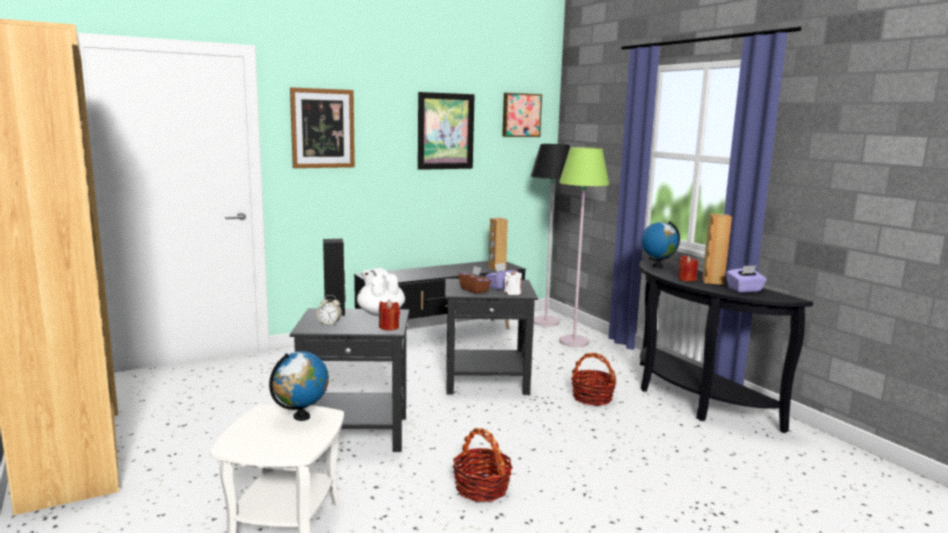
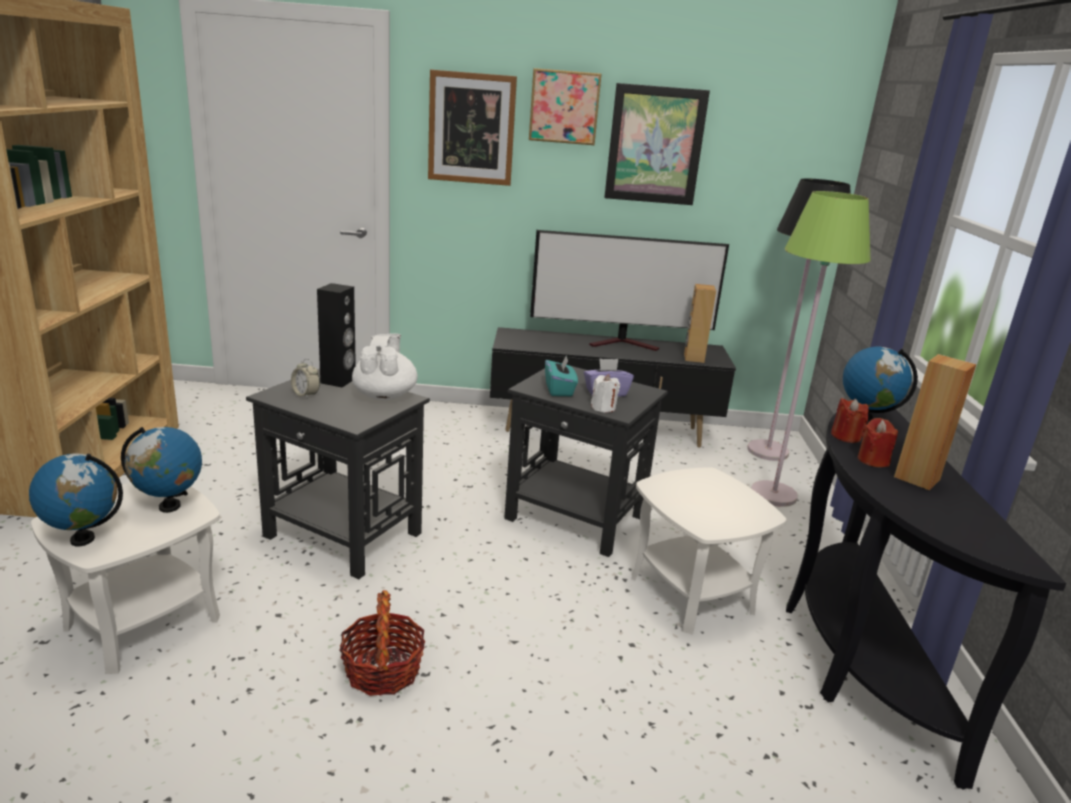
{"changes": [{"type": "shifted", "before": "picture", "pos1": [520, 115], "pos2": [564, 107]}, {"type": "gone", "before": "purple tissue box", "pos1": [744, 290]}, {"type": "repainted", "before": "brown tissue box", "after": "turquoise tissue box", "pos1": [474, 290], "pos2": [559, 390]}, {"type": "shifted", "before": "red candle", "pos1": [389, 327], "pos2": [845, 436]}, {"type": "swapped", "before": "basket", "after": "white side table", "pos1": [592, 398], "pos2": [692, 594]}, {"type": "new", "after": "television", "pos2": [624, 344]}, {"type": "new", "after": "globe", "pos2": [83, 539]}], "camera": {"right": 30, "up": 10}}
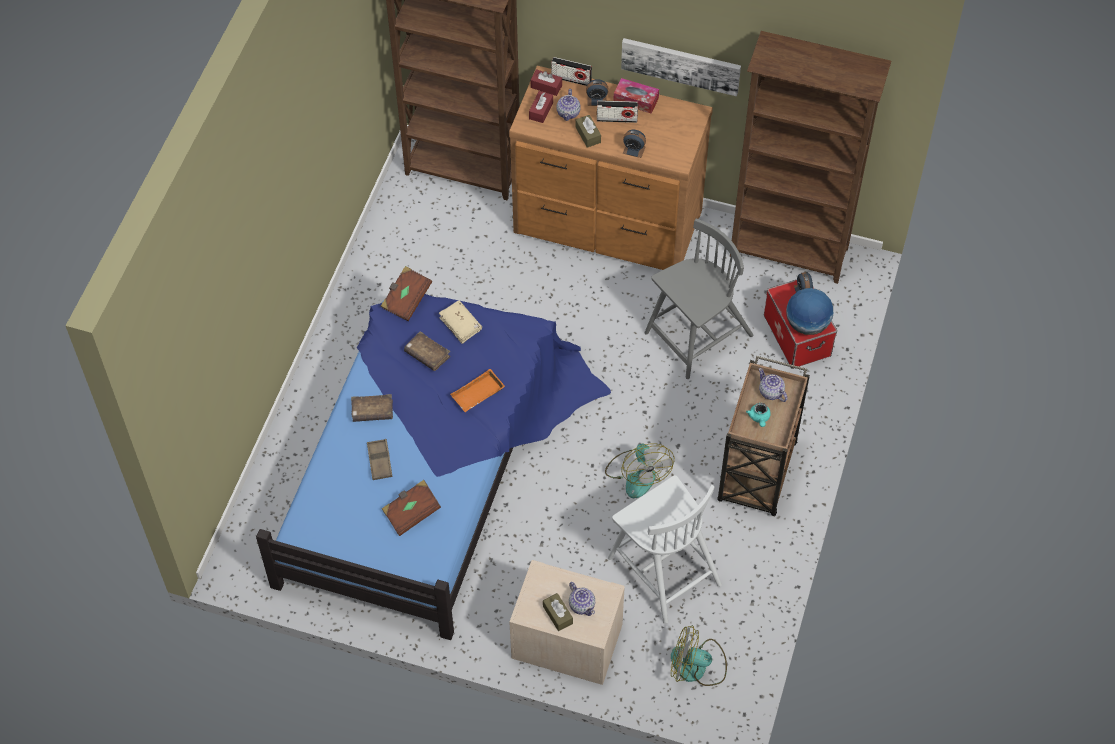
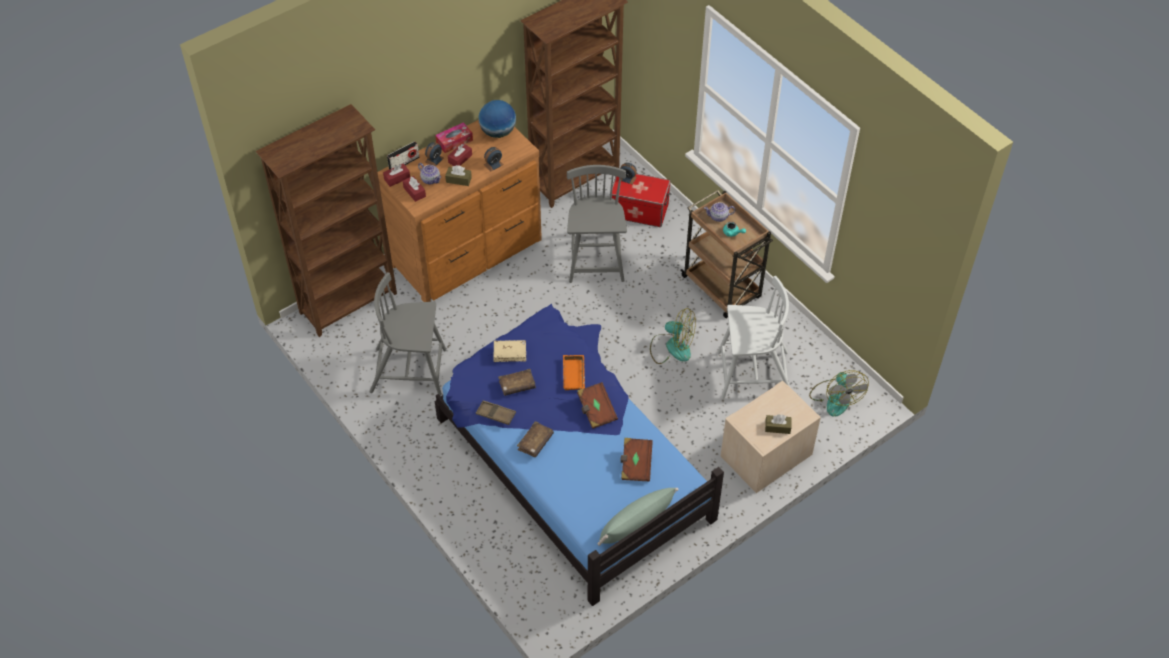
{"changes": [{"type": "gone", "before": "picture", "pos1": [681, 65]}, {"type": "swapped", "before": "radio", "after": "red tissue box", "pos1": [617, 119], "pos2": [460, 159]}, {"type": "shifted", "before": "brown book", "pos1": [406, 299], "pos2": [596, 411]}, {"type": "shifted", "before": "globe", "pos1": [807, 324], "pos2": [498, 132]}, {"type": "shifted", "before": "brown tray", "pos1": [379, 461], "pos2": [496, 414]}, {"type": "gone", "before": "teapot", "pos1": [582, 605]}, {"type": "rotated", "before": "fan", "pos1": [697, 666], "pos2": [835, 397], "turn": -60}, {"type": "new", "after": "grey chair", "pos2": [410, 371]}, {"type": "new", "after": "green pillow", "pos2": [635, 524]}], "camera": {"right": -55, "up": -5}}
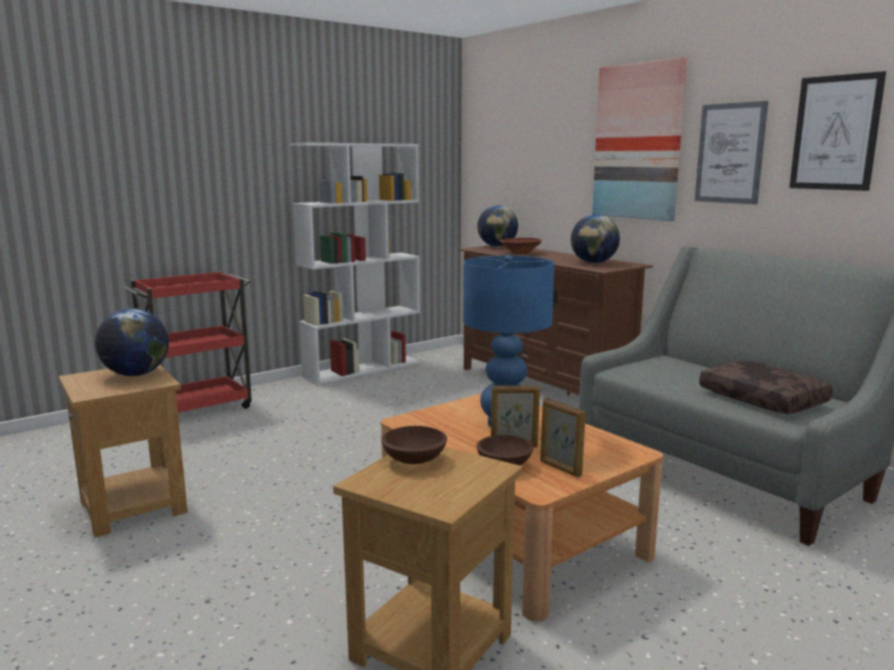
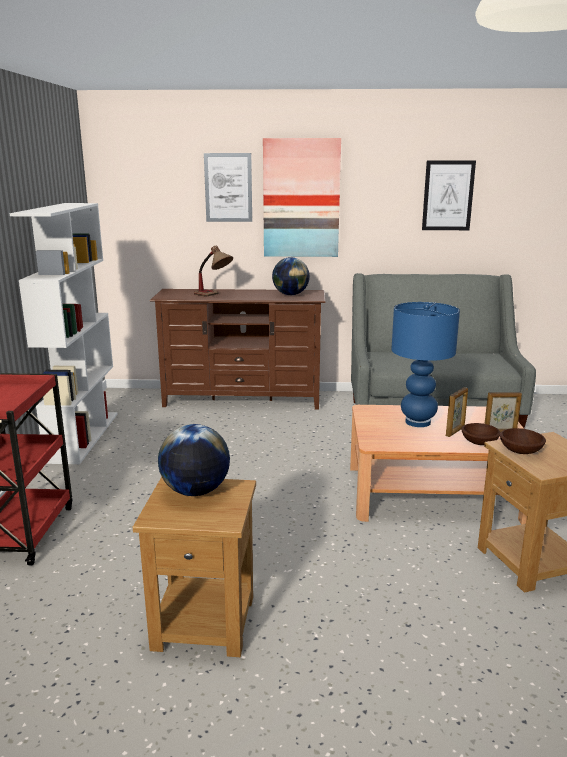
{"changes": [{"type": "shifted", "before": "picture", "pos1": [730, 153], "pos2": [228, 187]}, {"type": "gone", "before": "globe", "pos1": [497, 246]}, {"type": "swapped", "before": "brown bowl", "after": "table lamp", "pos1": [520, 253], "pos2": [214, 295]}, {"type": "gone", "before": "brown pillow", "pos1": [764, 399]}], "camera": {"right": -50, "up": 5}}
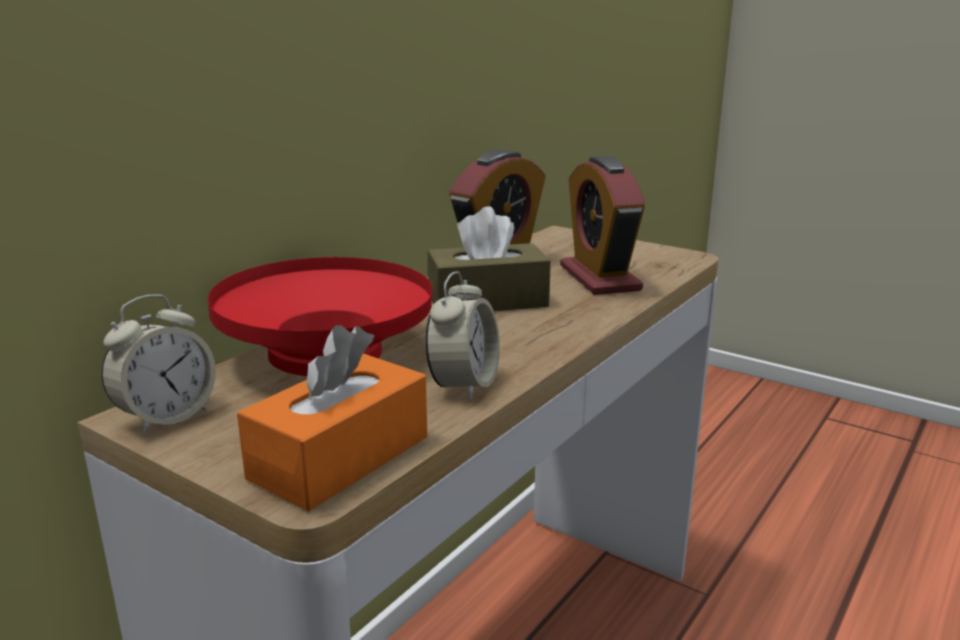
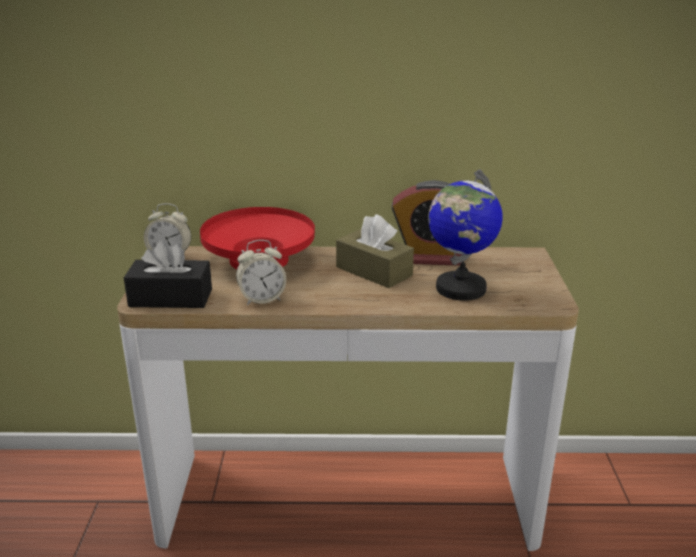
{"changes": [{"type": "swapped", "before": "alarm clock", "after": "globe", "pos1": [599, 278], "pos2": [460, 288]}, {"type": "repainted", "before": "orange tissue box", "after": "black tissue box", "pos1": [340, 457], "pos2": [171, 298]}], "camera": {"right": 55, "up": 5}}
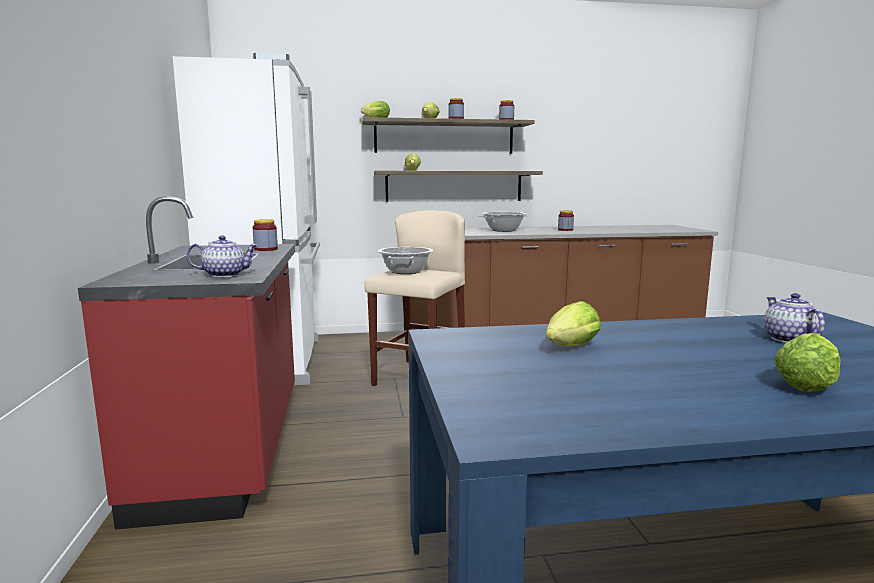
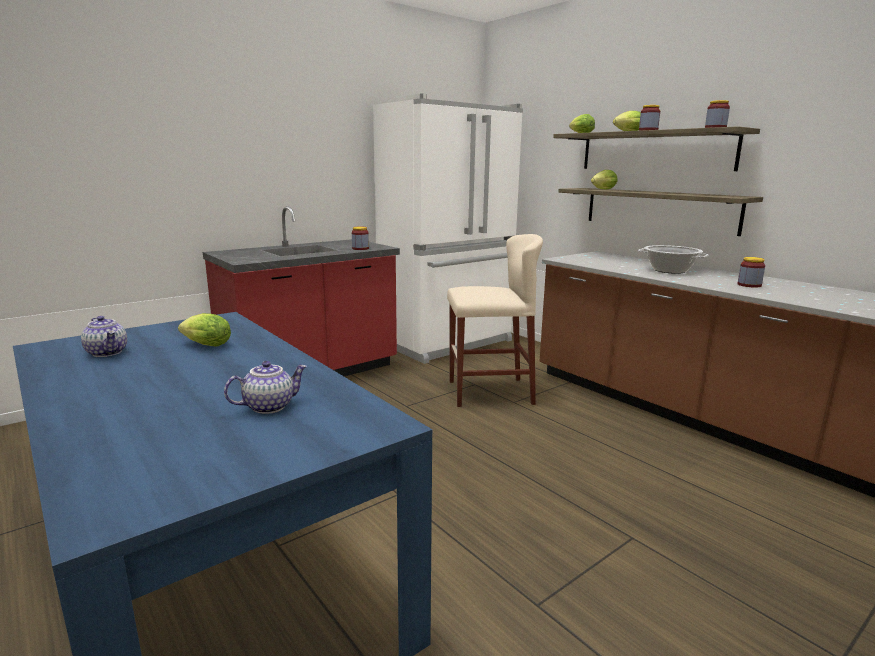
{"changes": [{"type": "shifted", "before": "teapot", "pos1": [225, 275], "pos2": [107, 352]}, {"type": "gone", "before": "cooking pot", "pos1": [406, 271]}, {"type": "gone", "before": "lettuce", "pos1": [807, 384]}], "camera": {"right": 60, "up": 5}}
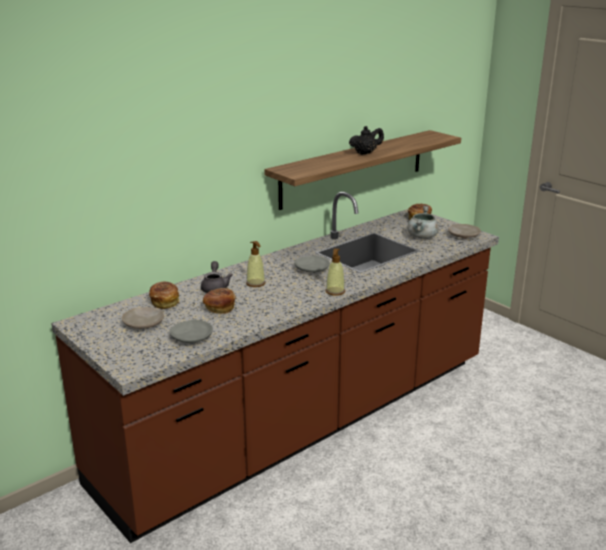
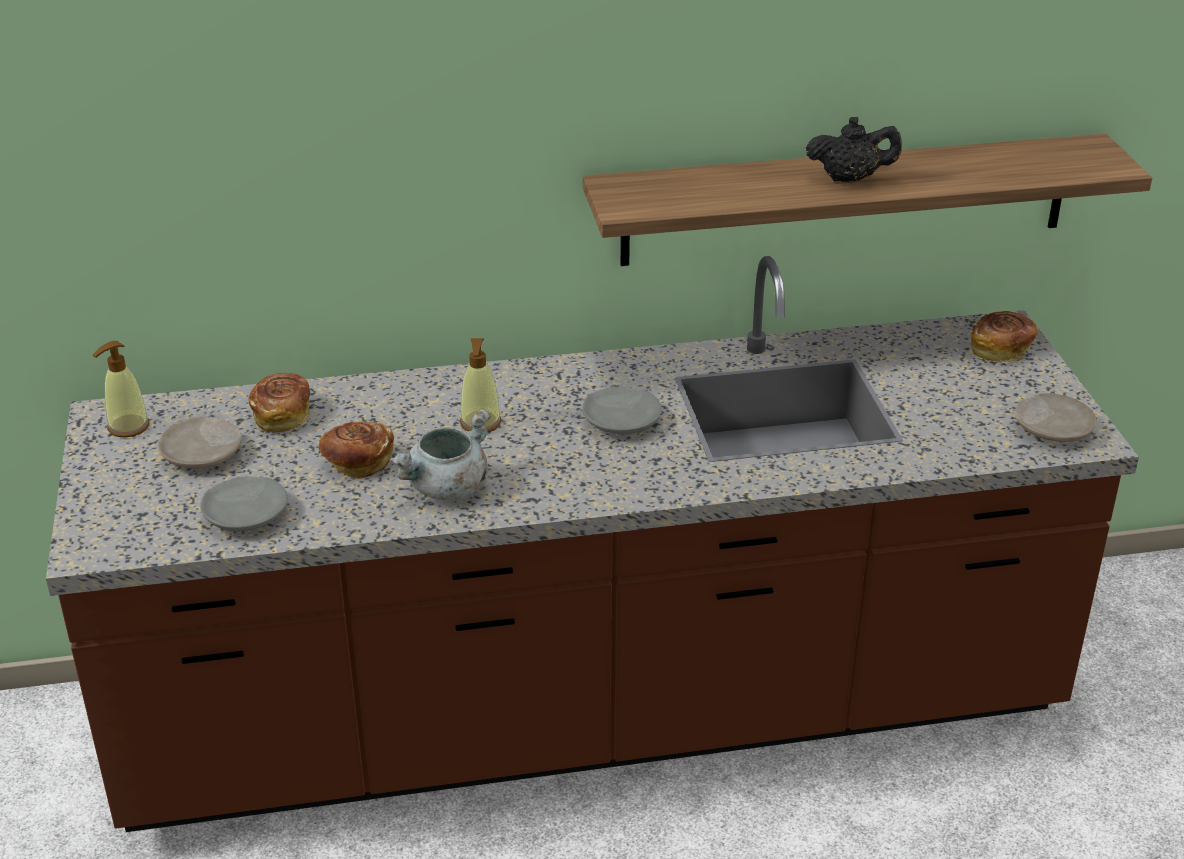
{"changes": [{"type": "shifted", "before": "grey cooking pot", "pos1": [422, 237], "pos2": [447, 489]}, {"type": "shifted", "before": "soap dispenser", "pos1": [335, 291], "pos2": [128, 427]}, {"type": "gone", "before": "grey teapot", "pos1": [215, 287]}], "camera": {"right": 30, "up": 10}}
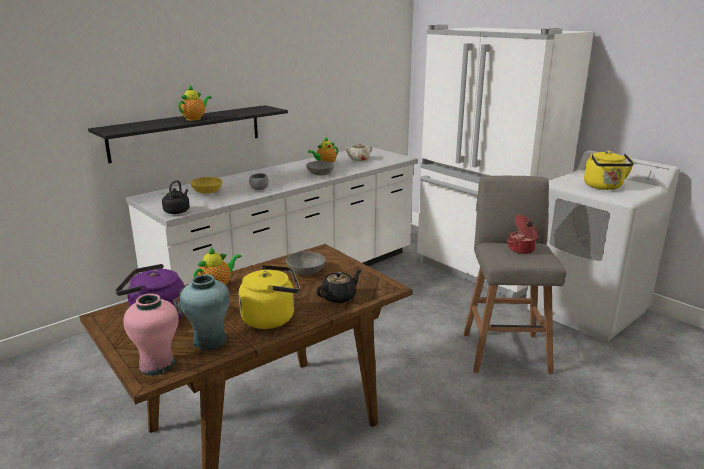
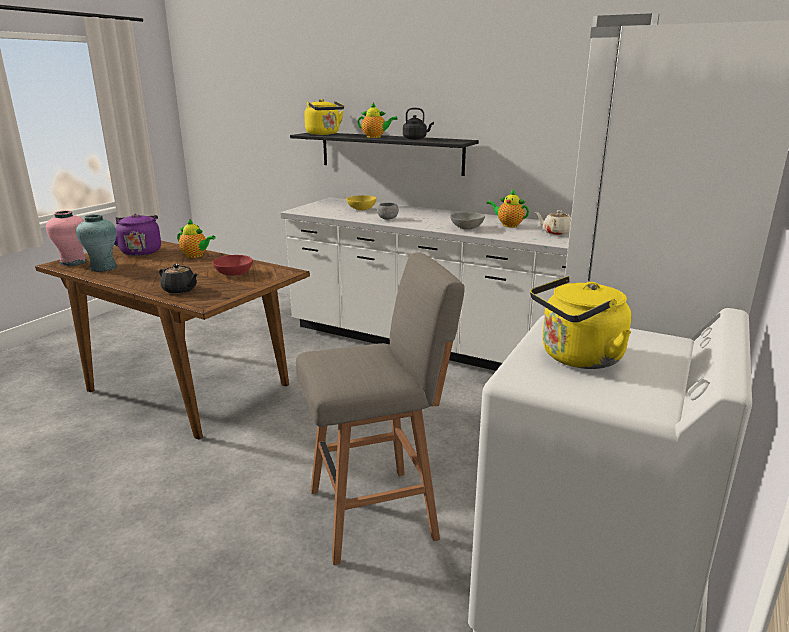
{"changes": [{"type": "shifted", "before": "black kettle", "pos1": [177, 211], "pos2": [416, 139]}, {"type": "gone", "before": "cooking pot", "pos1": [521, 249]}, {"type": "repainted", "before": "grey bowl", "after": "red bowl", "pos1": [306, 272], "pos2": [233, 274]}, {"type": "shifted", "before": "yellow kettle", "pos1": [272, 318], "pos2": [324, 134]}], "camera": {"right": 70, "up": 0}}
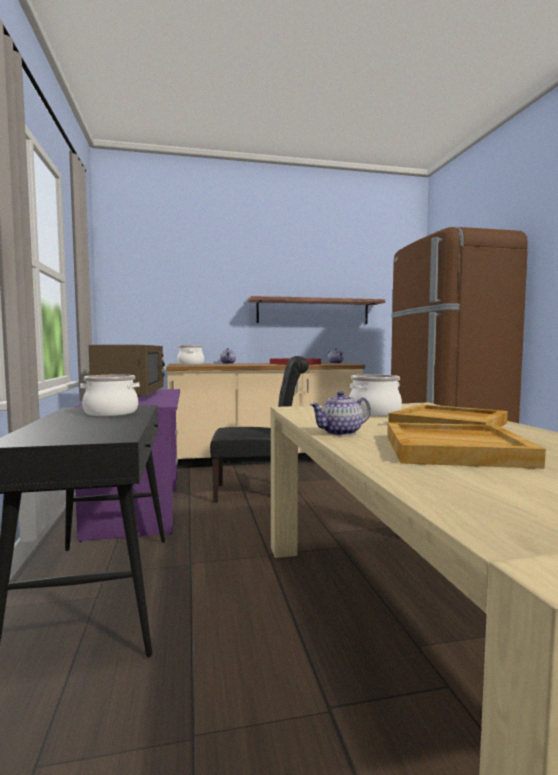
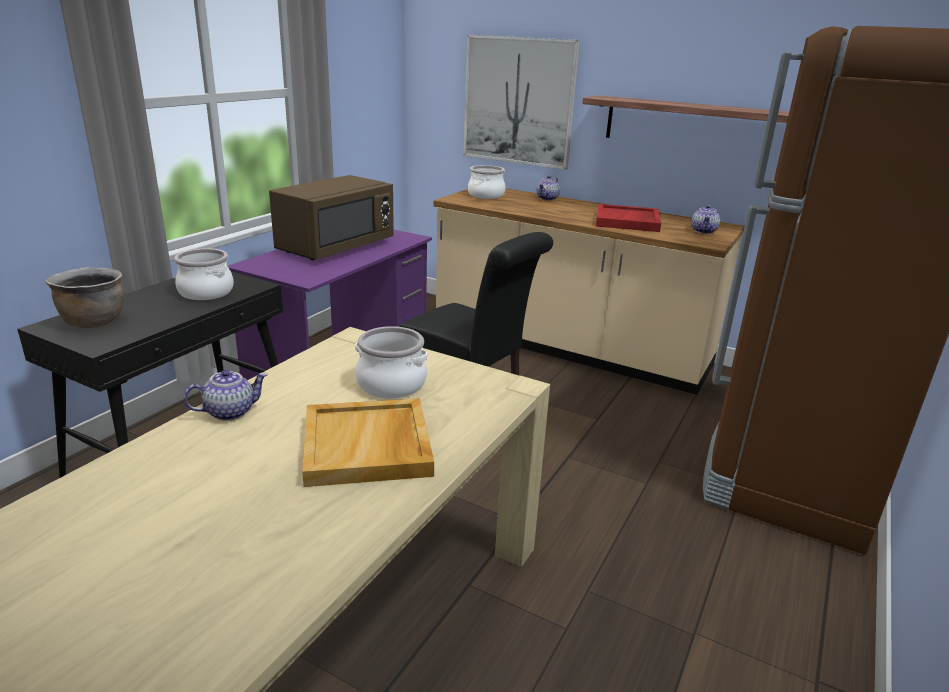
{"changes": [{"type": "rotated", "before": "teapot", "pos1": [340, 433], "pos2": [230, 411], "turn": 135}, {"type": "gone", "before": "beige tray", "pos1": [454, 450]}, {"type": "new", "after": "picture", "pos2": [518, 101]}, {"type": "new", "after": "brown cooking pot", "pos2": [93, 322]}], "camera": {"right": 40, "up": 20}}
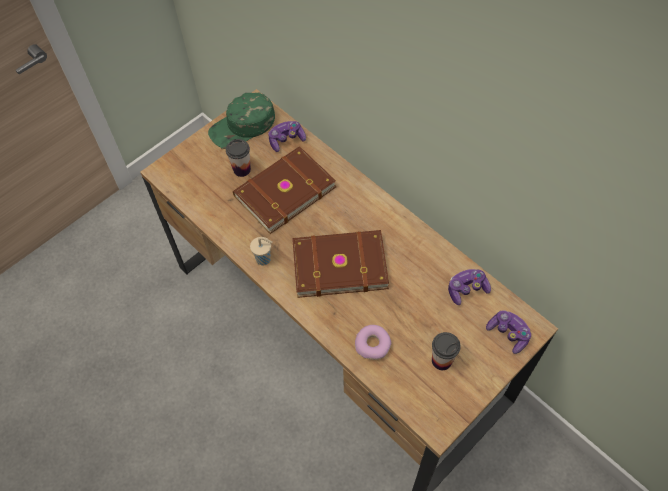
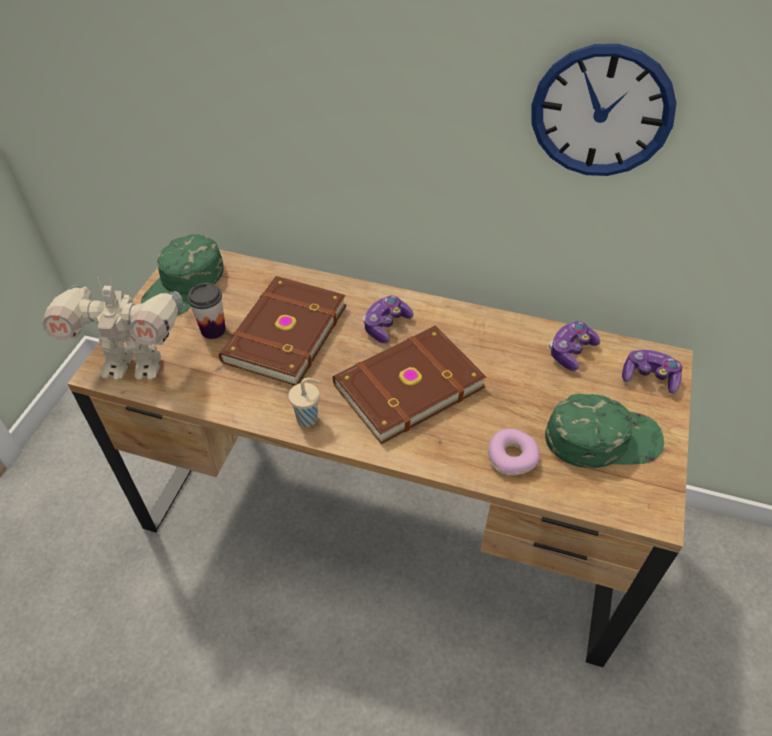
{"changes": [{"type": "shifted", "before": "game controller", "pos1": [286, 140], "pos2": [386, 325]}, {"type": "swapped", "before": "cup", "after": "green cap", "pos1": [441, 360], "pos2": [602, 438]}, {"type": "new", "after": "wall clock", "pos2": [601, 112]}, {"type": "new", "after": "toy robot", "pos2": [134, 365]}], "camera": {"right": -30, "up": -10}}
